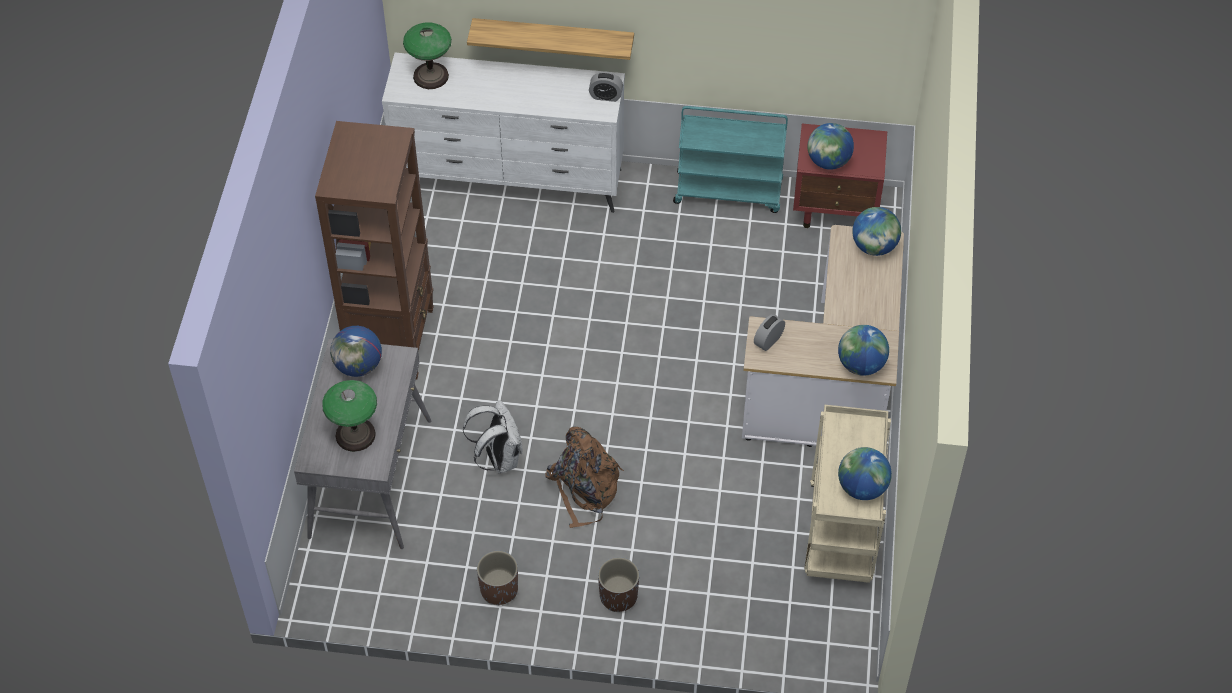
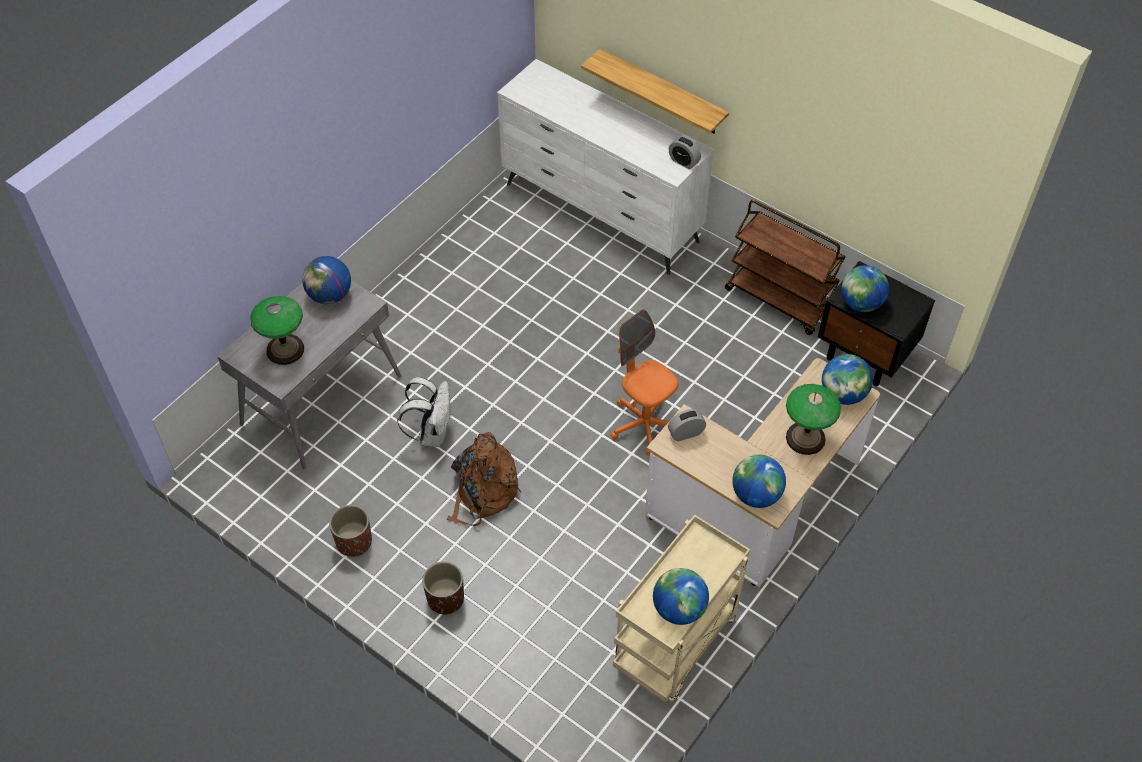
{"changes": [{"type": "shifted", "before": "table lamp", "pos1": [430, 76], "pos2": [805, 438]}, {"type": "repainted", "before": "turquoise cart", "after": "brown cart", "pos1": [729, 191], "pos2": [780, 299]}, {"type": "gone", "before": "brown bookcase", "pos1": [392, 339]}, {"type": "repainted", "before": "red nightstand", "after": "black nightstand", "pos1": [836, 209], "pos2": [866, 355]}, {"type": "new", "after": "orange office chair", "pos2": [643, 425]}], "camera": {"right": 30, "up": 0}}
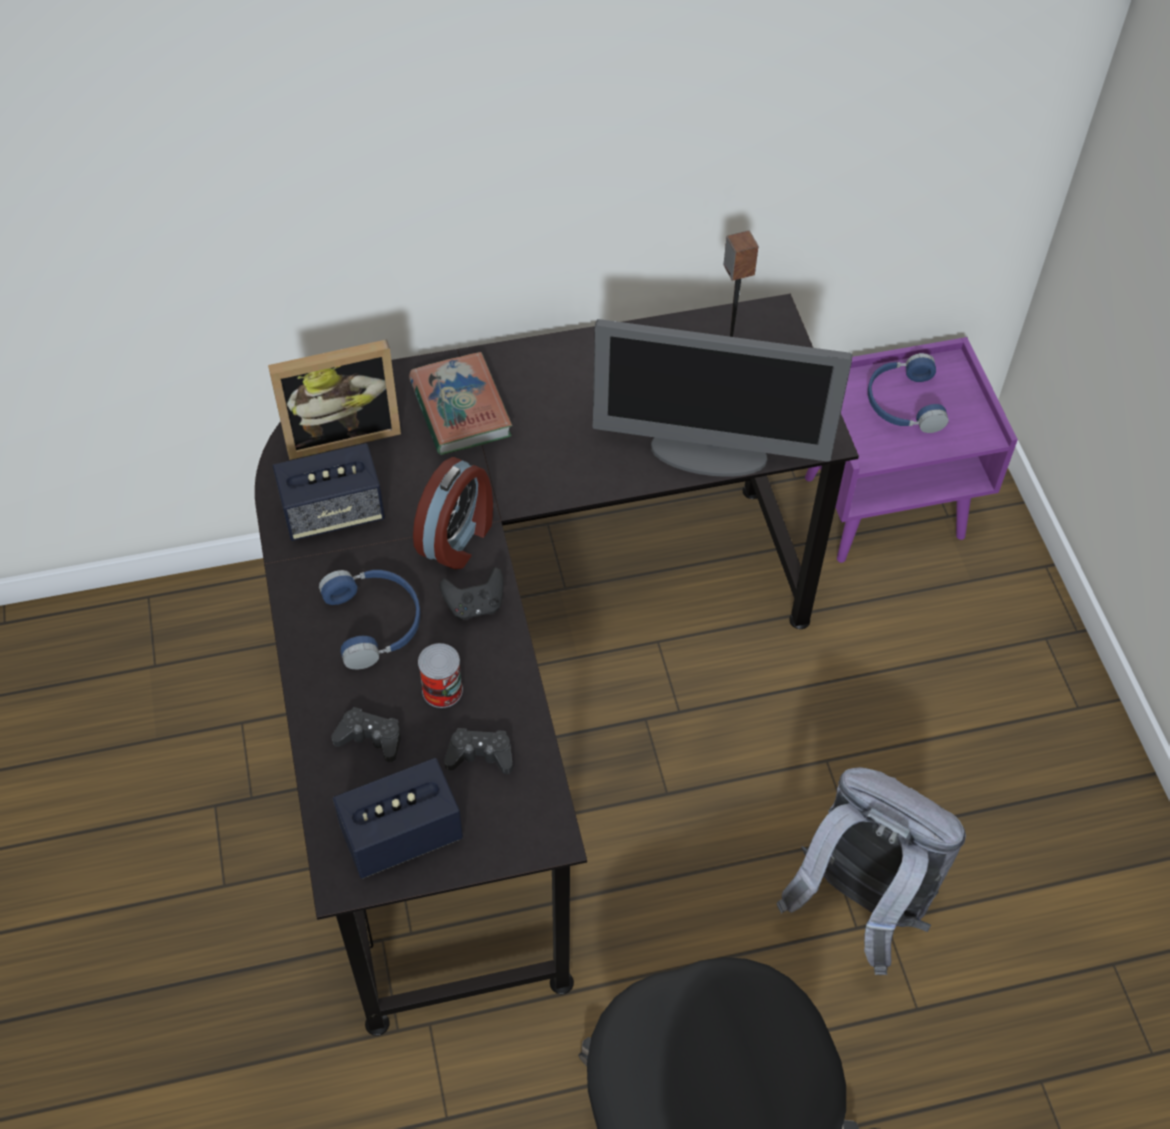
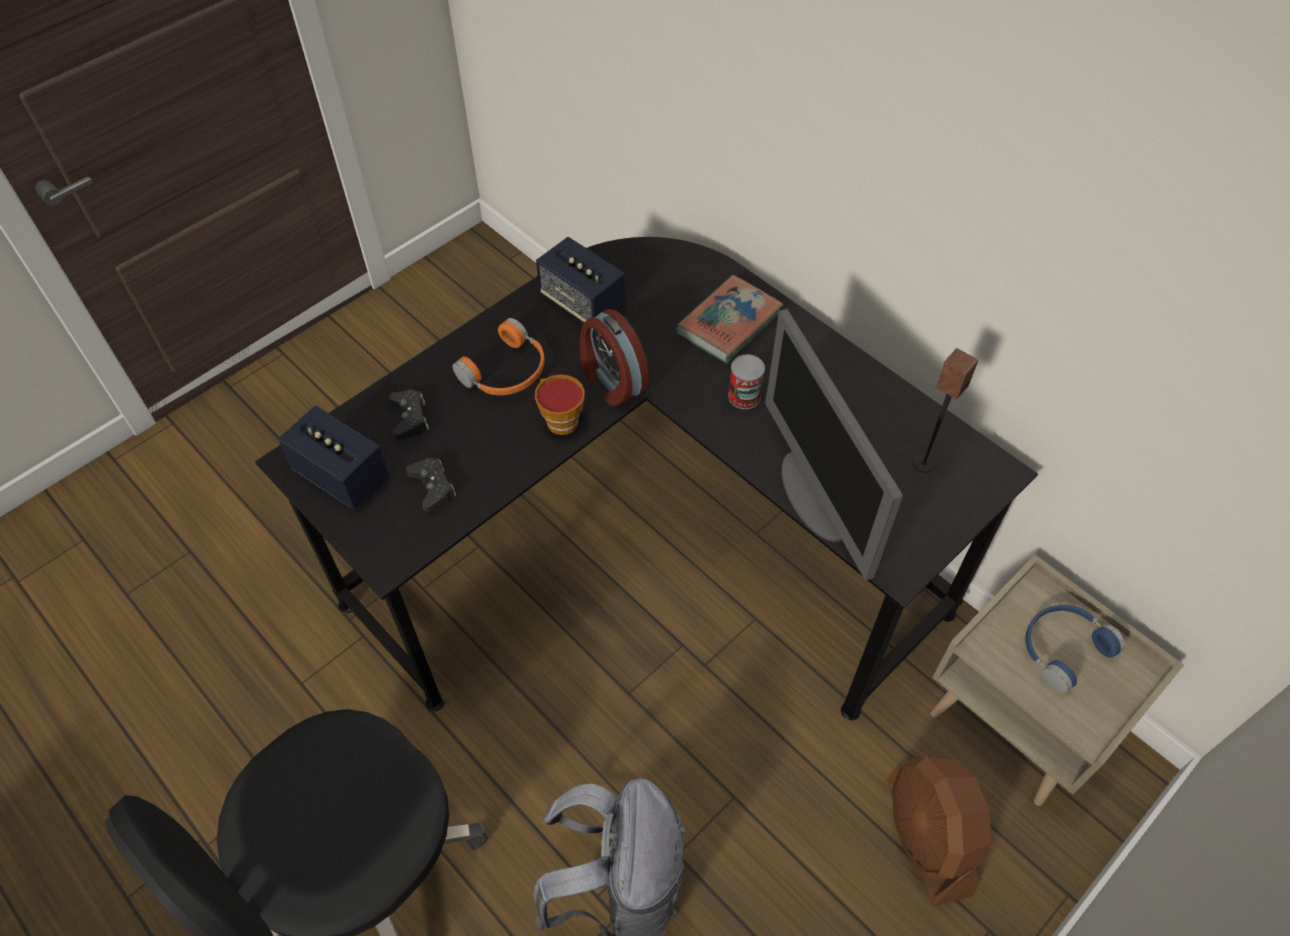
{"changes": [{"type": "repainted", "before": "purple nightstand", "after": "beige nightstand", "pos1": [884, 505], "pos2": [1017, 722]}, {"type": "gone", "before": "picture frame", "pos1": [341, 432]}, {"type": "rotated", "before": "alarm clock", "pos1": [458, 538], "pos2": [611, 381], "turn": 60}, {"type": "swapped", "before": "black game controller", "after": "cup", "pos1": [475, 605], "pos2": [559, 420]}, {"type": "repainted", "before": "blue headphones", "after": "orange headphones", "pos1": [376, 622], "pos2": [507, 372]}, {"type": "shifted", "before": "can", "pos1": [442, 690], "pos2": [744, 396]}, {"type": "new", "after": "brown fan", "pos2": [927, 837]}], "camera": {"right": 60, "up": 0}}
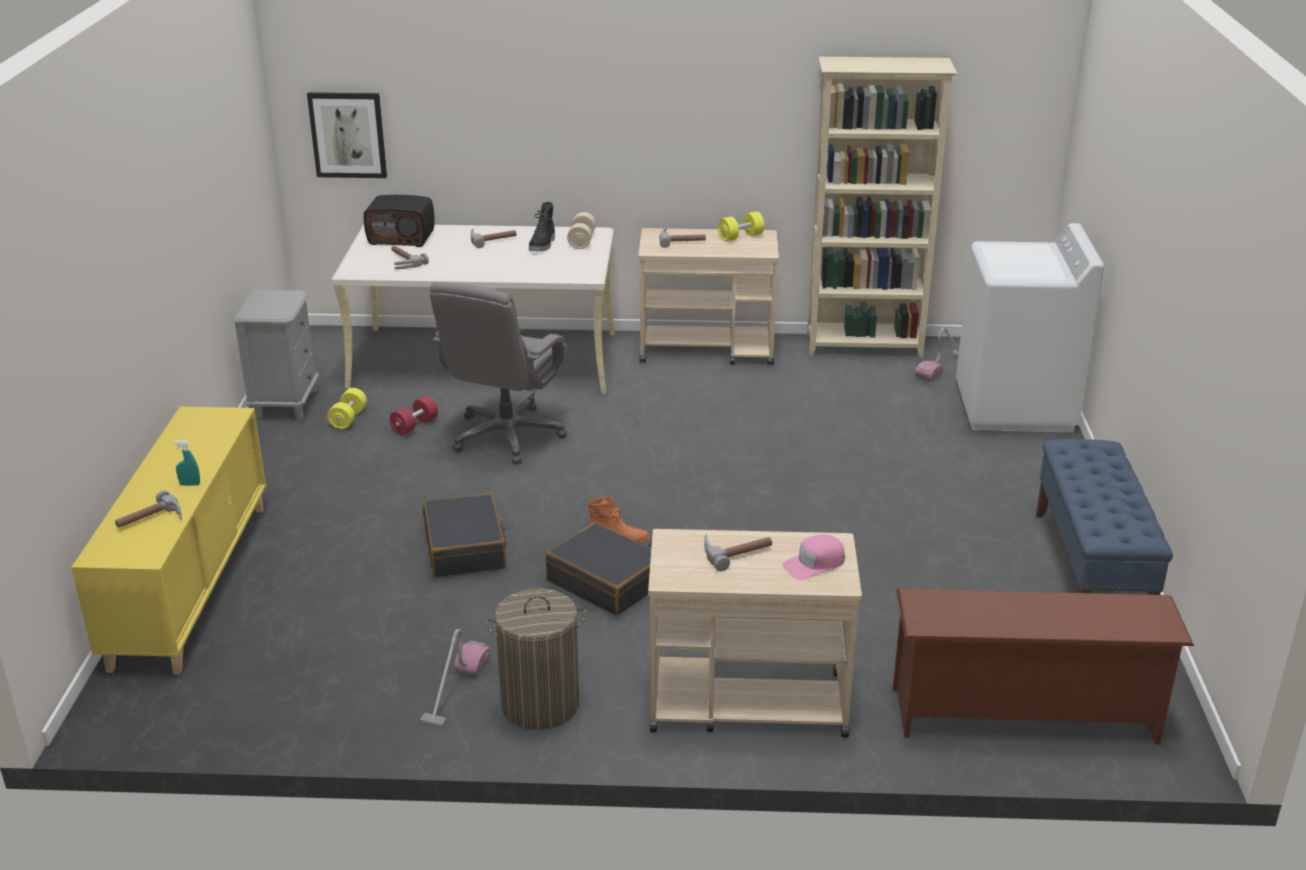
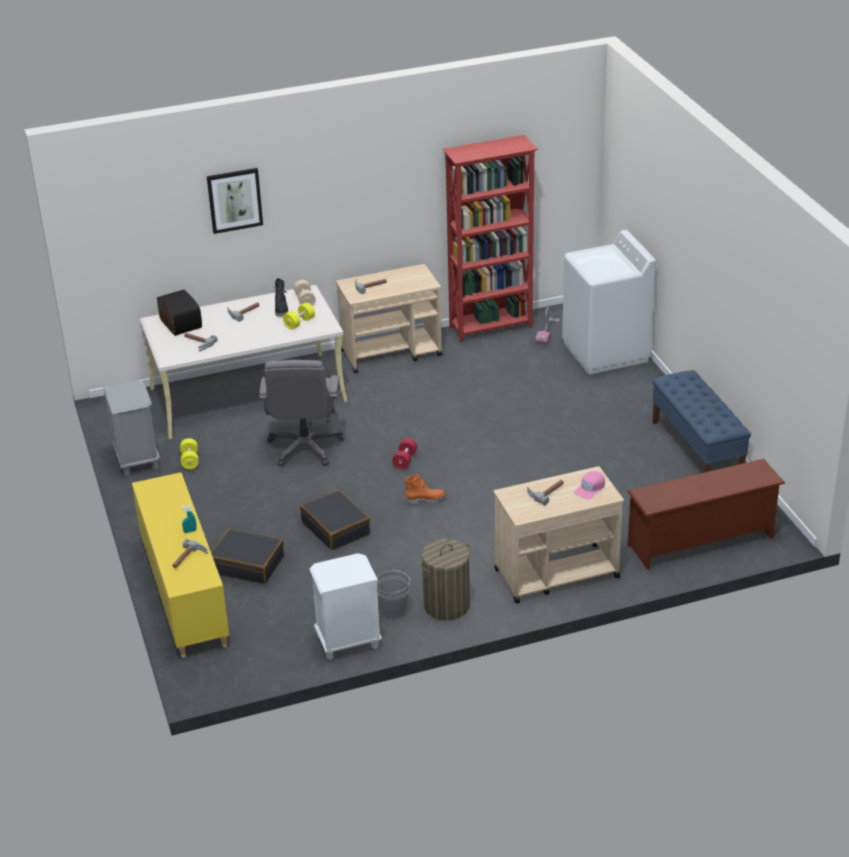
{"changes": [{"type": "repainted", "before": "beige bookcase", "after": "red bookcase", "pos1": [865, 346], "pos2": [491, 327]}, {"type": "shifted", "before": "picture", "pos1": [348, 134], "pos2": [234, 200]}, {"type": "rotated", "before": "radio", "pos1": [402, 238], "pos2": [179, 324], "turn": -105}, {"type": "shifted", "before": "yellow dumbbell", "pos1": [740, 237], "pos2": [299, 323]}, {"type": "shifted", "before": "red dumbbell", "pos1": [415, 426], "pos2": [405, 460]}, {"type": "shifted", "before": "black suitcase", "pos1": [606, 582], "pos2": [247, 564]}, {"type": "swapped", "before": "vacuum cleaner", "after": "grey bucket", "pos1": [456, 688], "pos2": [393, 609]}, {"type": "new", "after": "white nightstand", "pos2": [347, 642]}], "camera": {"right": -20, "up": 5}}
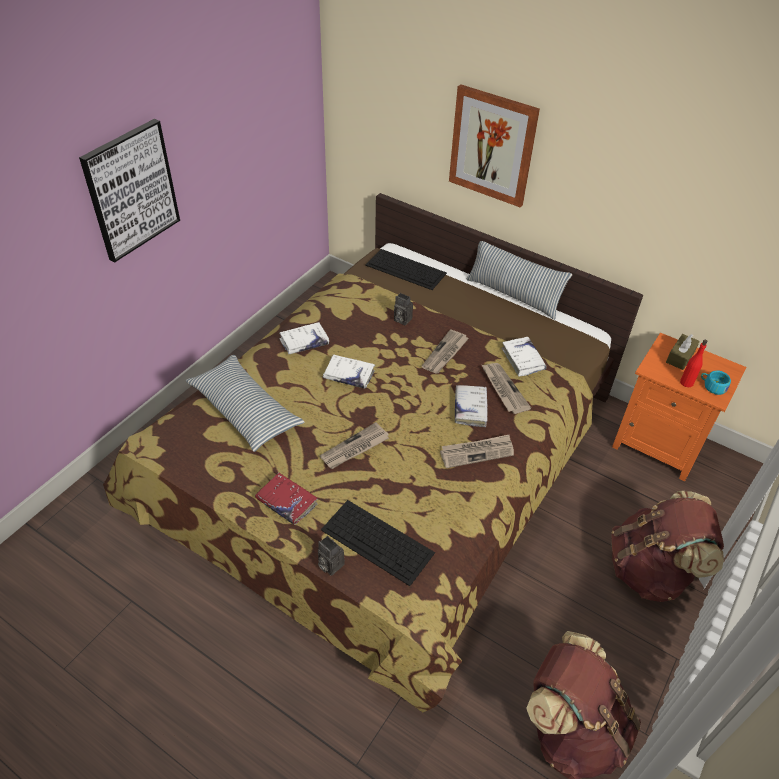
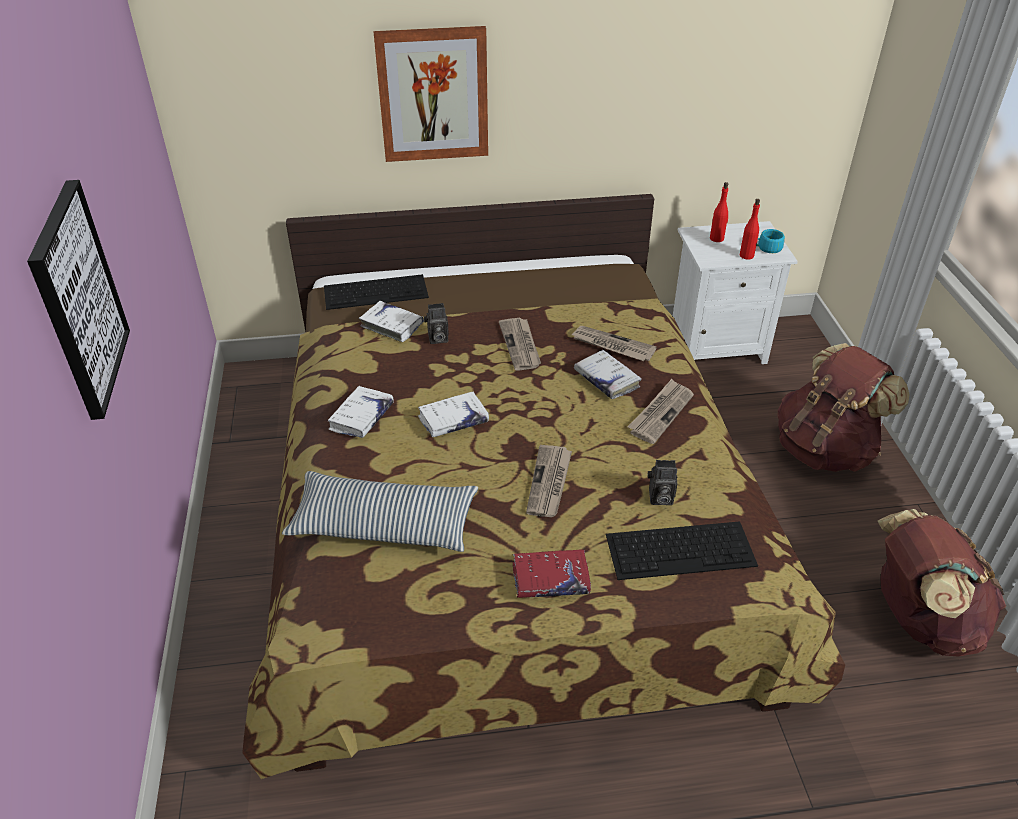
{"changes": [{"type": "gone", "before": "pillow", "pos1": [513, 295]}, {"type": "repainted", "before": "orange nightstand", "after": "white nightstand", "pos1": [658, 444], "pos2": [716, 346]}, {"type": "swapped", "before": "brown tissue box", "after": "red bottle", "pos1": [680, 357], "pos2": [717, 238]}, {"type": "shifted", "before": "white book", "pos1": [523, 360], "pos2": [392, 326]}, {"type": "shifted", "before": "photo camera", "pos1": [329, 564], "pos2": [659, 498]}], "camera": {"right": -40, "up": -5}}
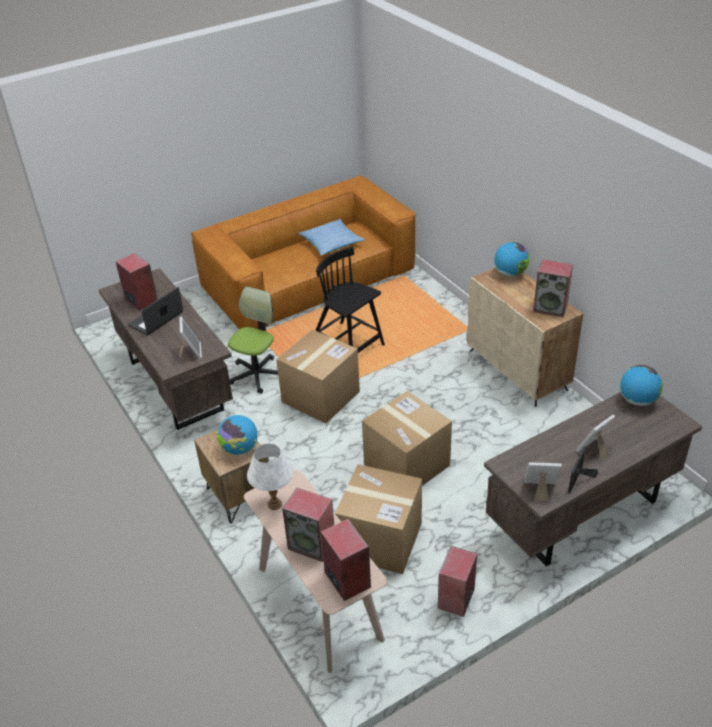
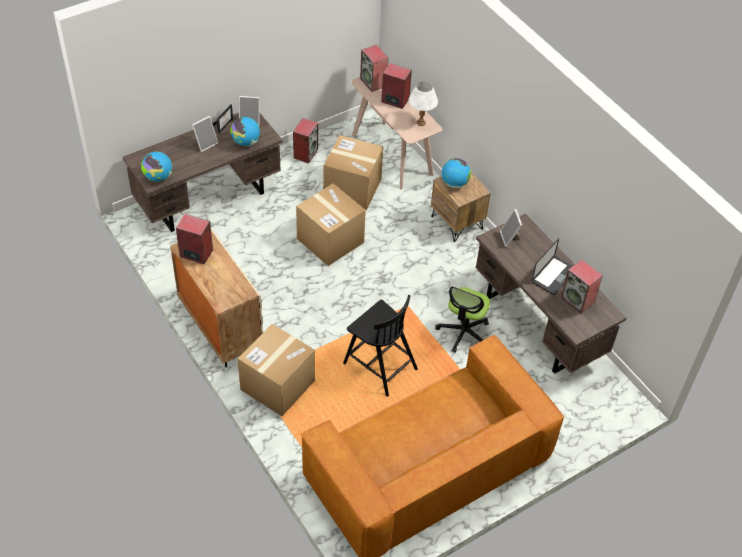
{"changes": [{"type": "gone", "before": "pillow", "pos1": [331, 243]}, {"type": "shifted", "before": "globe", "pos1": [510, 273], "pos2": [245, 142]}, {"type": "shifted", "before": "cardboard box", "pos1": [320, 397], "pos2": [277, 385]}], "camera": {"right": 175, "up": 10}}
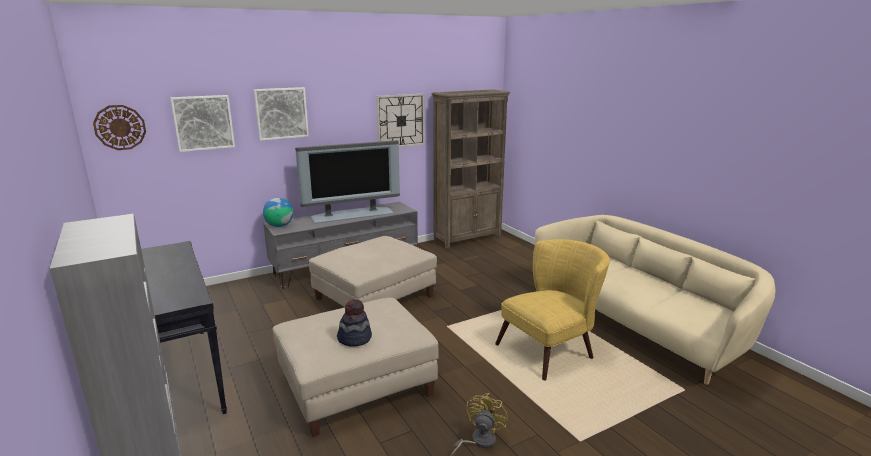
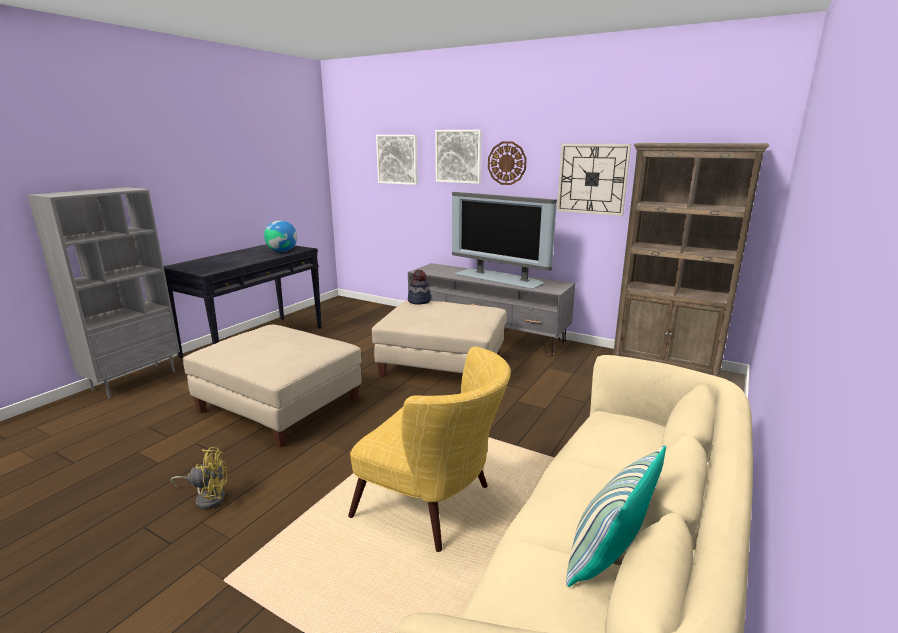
{"changes": [{"type": "shifted", "before": "wall clock", "pos1": [120, 127], "pos2": [507, 163]}, {"type": "shifted", "before": "globe", "pos1": [279, 225], "pos2": [282, 251]}, {"type": "shifted", "before": "hat", "pos1": [354, 338], "pos2": [419, 301]}, {"type": "new", "after": "pillow", "pos2": [607, 558]}], "camera": {"right": 60, "up": 0}}
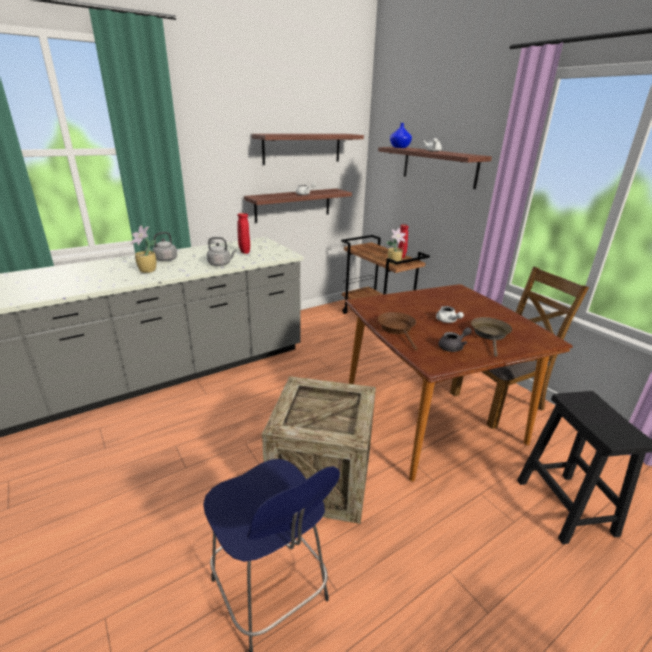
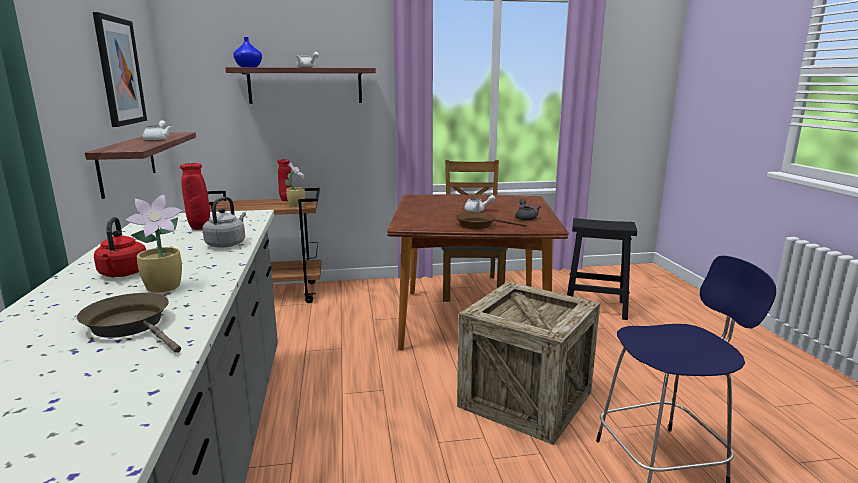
{"changes": [{"type": "swapped", "before": "shelf", "after": "picture", "pos1": [302, 148], "pos2": [119, 71]}, {"type": "repainted", "before": "grey kettle", "after": "red kettle", "pos1": [164, 260], "pos2": [123, 274]}, {"type": "shifted", "before": "brown frying pan", "pos1": [490, 335], "pos2": [132, 326]}], "camera": {"right": -65, "up": -10}}
